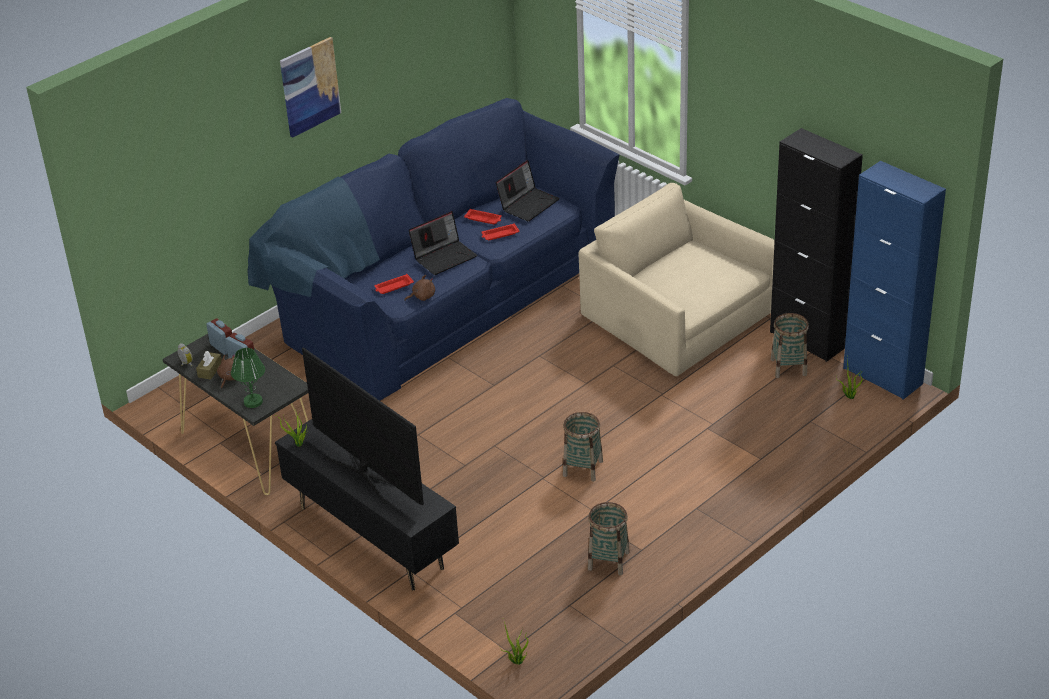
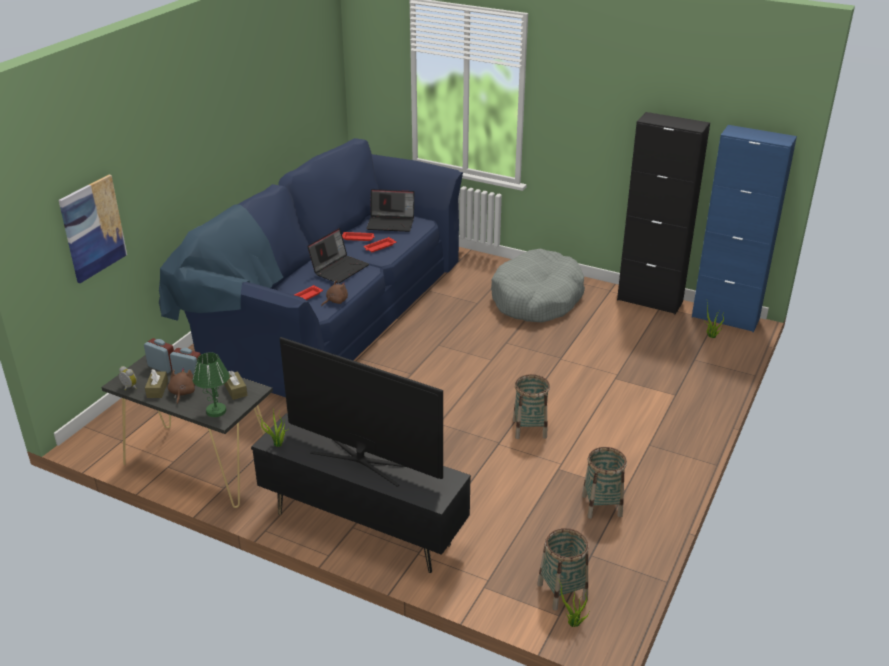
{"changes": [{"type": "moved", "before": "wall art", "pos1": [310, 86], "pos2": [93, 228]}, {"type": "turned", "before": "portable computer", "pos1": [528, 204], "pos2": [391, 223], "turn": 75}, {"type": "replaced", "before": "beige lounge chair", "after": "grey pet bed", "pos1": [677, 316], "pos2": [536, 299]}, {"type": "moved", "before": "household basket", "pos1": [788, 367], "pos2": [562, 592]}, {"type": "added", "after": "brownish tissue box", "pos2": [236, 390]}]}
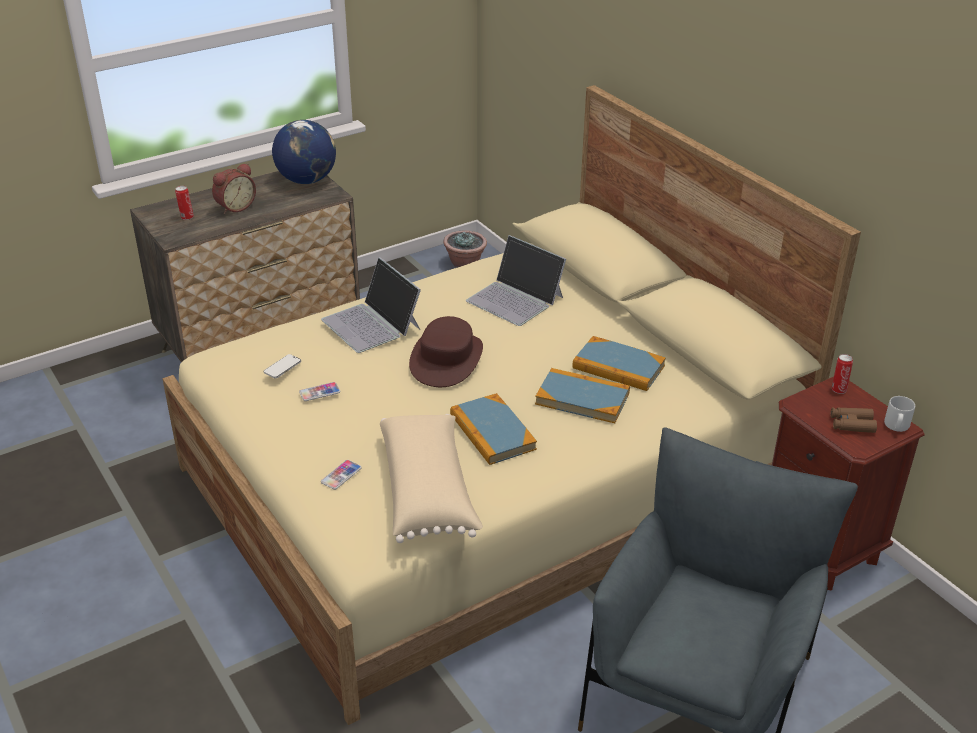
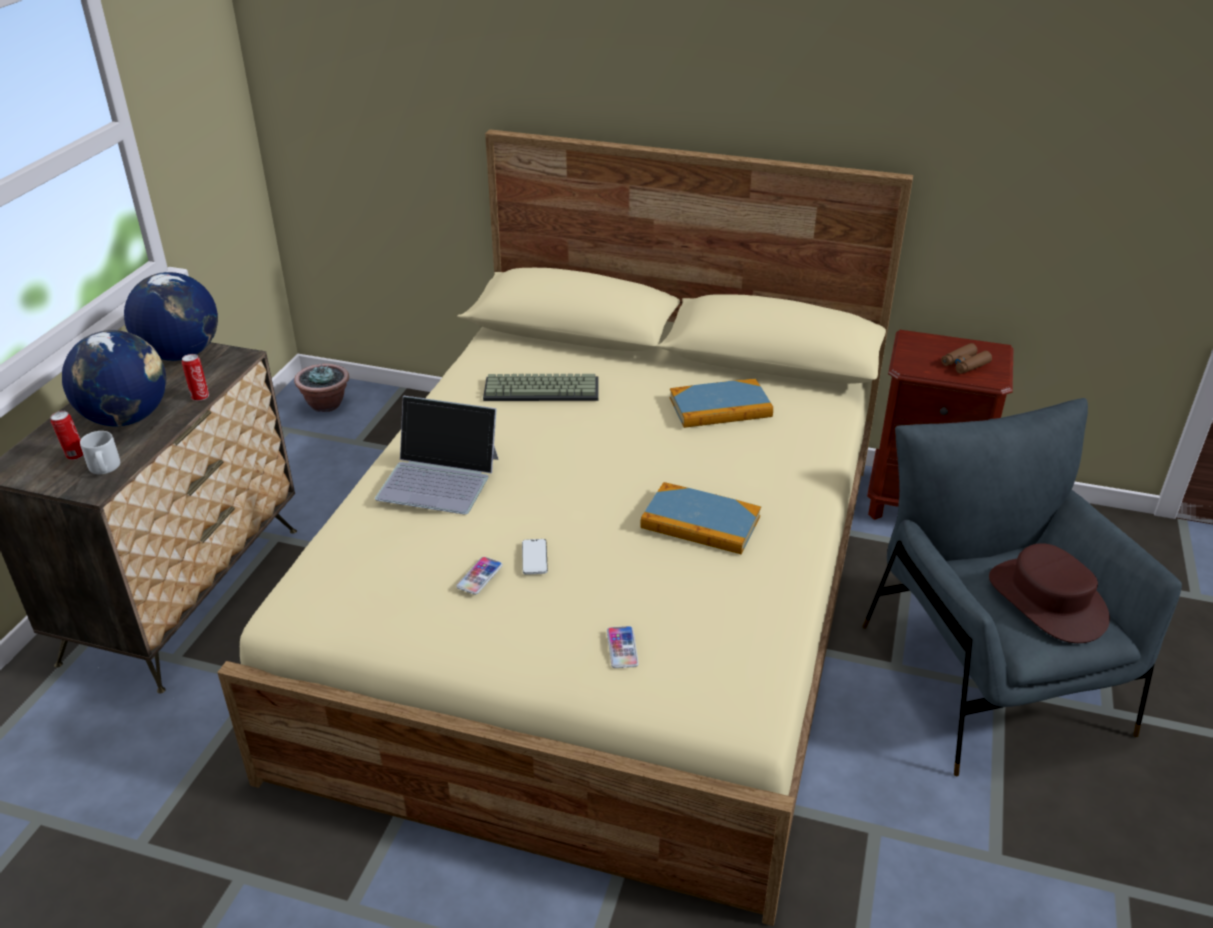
{"changes": [{"type": "replaced", "before": "alarm clock", "after": "desk globe", "pos1": [235, 207], "pos2": [127, 418]}, {"type": "replaced", "before": "portable computer", "after": "keyboard", "pos1": [515, 298], "pos2": [543, 388]}, {"type": "moved", "before": "brownish hat", "pos1": [447, 359], "pos2": [1047, 600]}, {"type": "moved", "before": "telephone", "pos1": [282, 367], "pos2": [534, 558]}, {"type": "moved", "before": "can", "pos1": [838, 389], "pos2": [200, 396]}, {"type": "removed", "before": "bound book", "pos1": [582, 399]}, {"type": "moved", "before": "grey coffee mug", "pos1": [896, 426], "pos2": [105, 468]}, {"type": "removed", "before": "beige throw pillow", "pos1": [428, 491]}]}
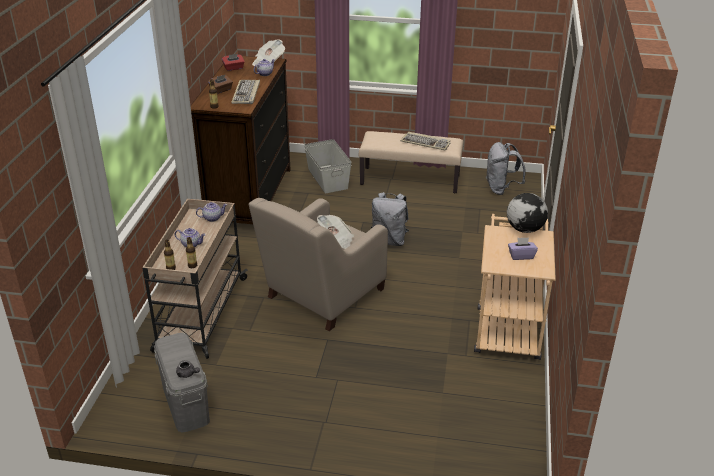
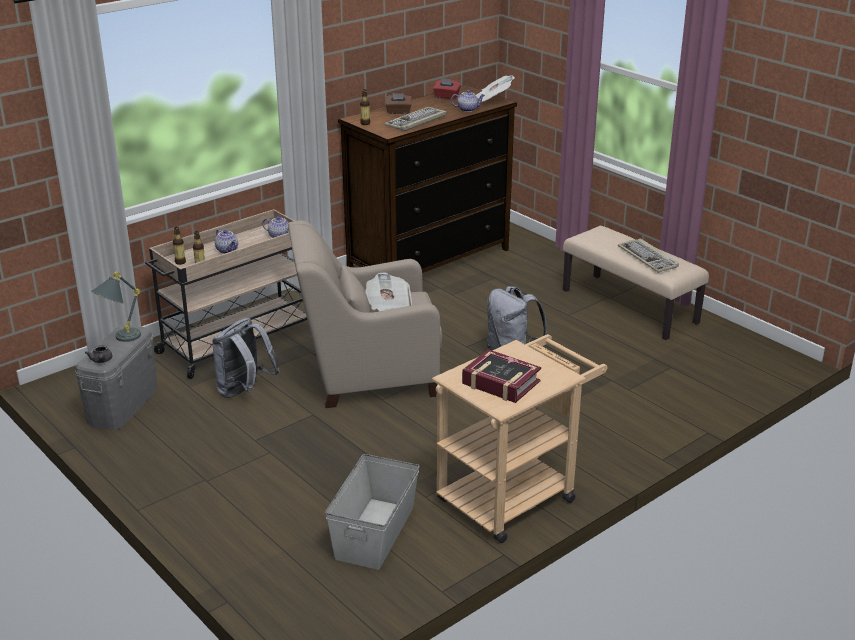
{"changes": [{"type": "moved", "before": "grey storage box", "pos1": [327, 179], "pos2": [374, 533]}, {"type": "moved", "before": "grey rucksack", "pos1": [501, 189], "pos2": [244, 391]}, {"type": "removed", "before": "desk globe", "pos1": [524, 229]}, {"type": "replaced", "before": "purplish tissue box", "after": "bound book", "pos1": [521, 256], "pos2": [500, 383]}, {"type": "added", "after": "grey table lamp", "pos2": [120, 339]}]}
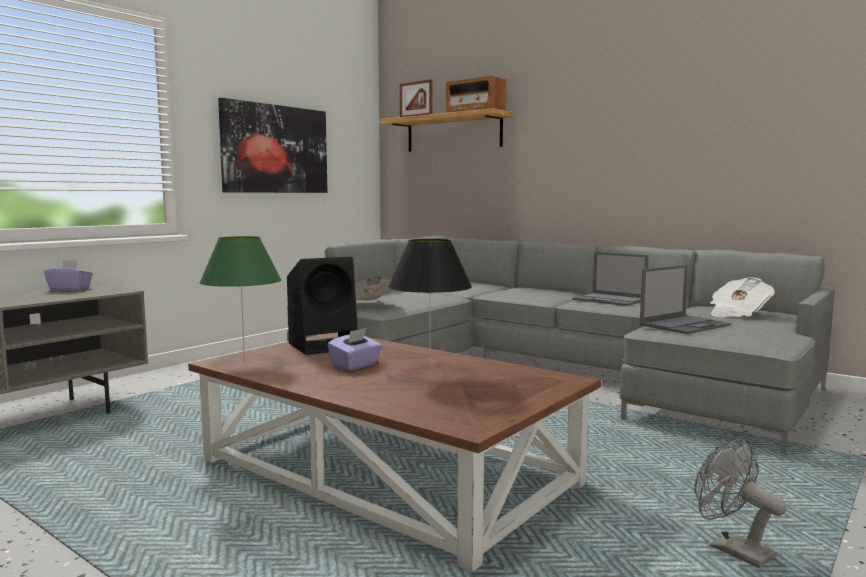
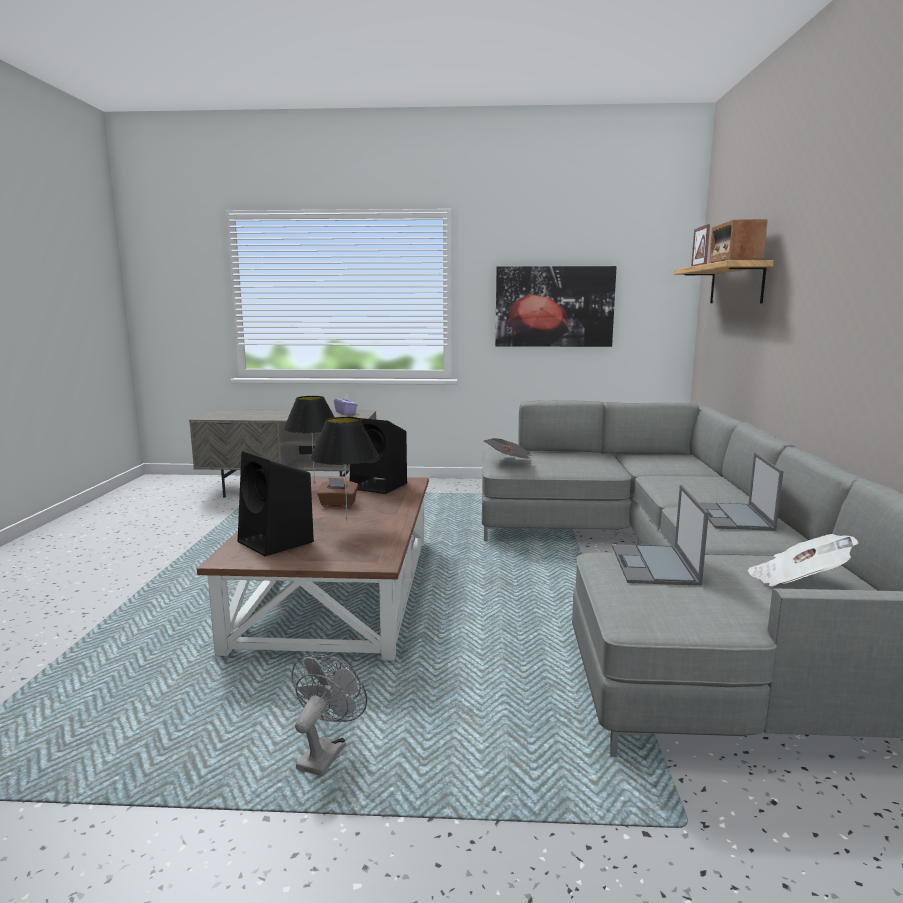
{"changes": [{"type": "recoloured", "before": "greenish table lamp", "after": "blackish table lamp", "pos1": [244, 361], "pos2": [314, 483]}, {"type": "turned", "before": "portable computer", "pos1": [685, 325], "pos2": [654, 565], "turn": 75}, {"type": "recoloured", "before": "purplish tissue box", "after": "brownish tissue box", "pos1": [355, 365], "pos2": [338, 504]}, {"type": "added", "after": "blackish speaker", "pos2": [277, 542]}]}
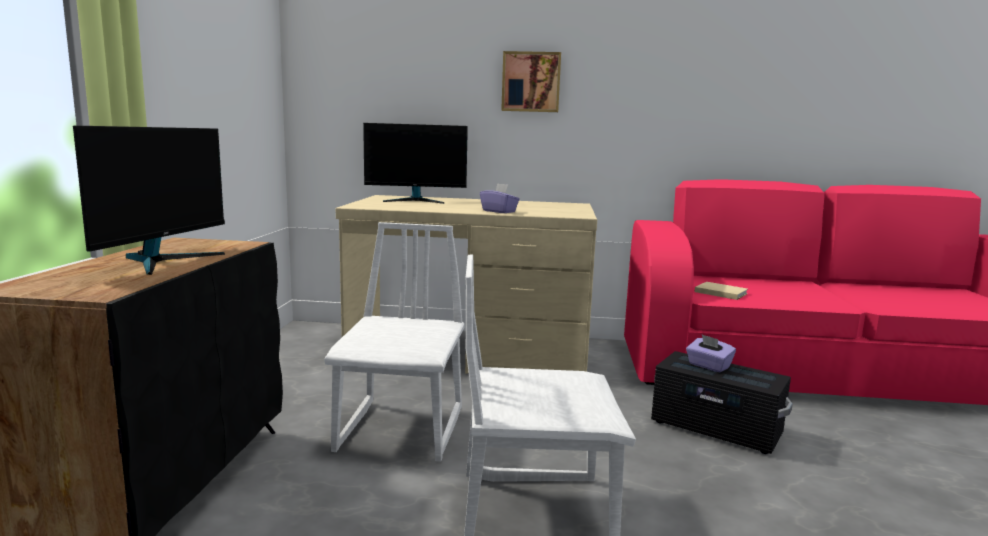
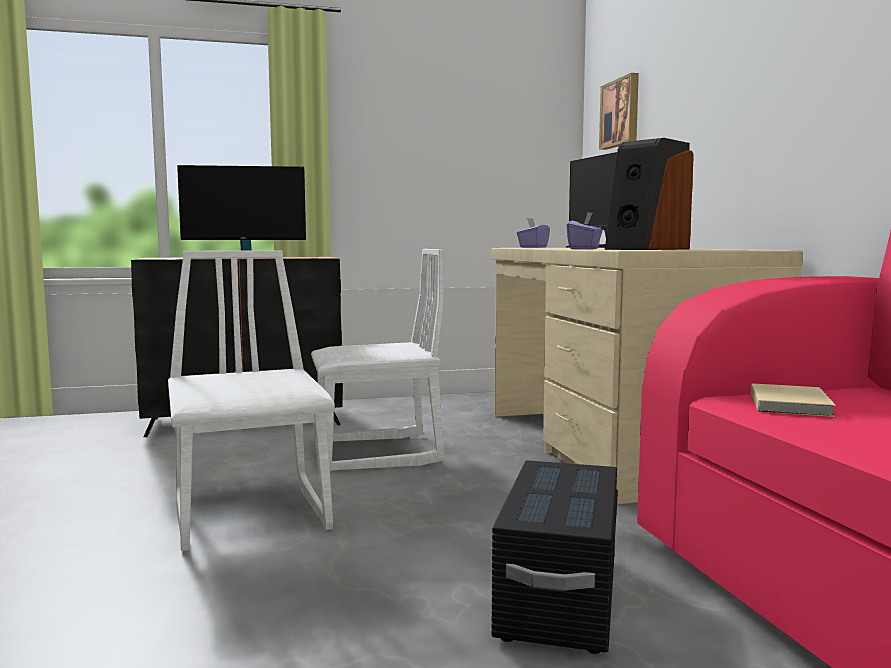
{"changes": [{"type": "moved", "before": "wall art", "pos1": [531, 82], "pos2": [621, 113]}, {"type": "moved", "before": "purplish tissue box", "pos1": [708, 366], "pos2": [533, 247]}, {"type": "added", "after": "speaker", "pos2": [646, 249]}]}
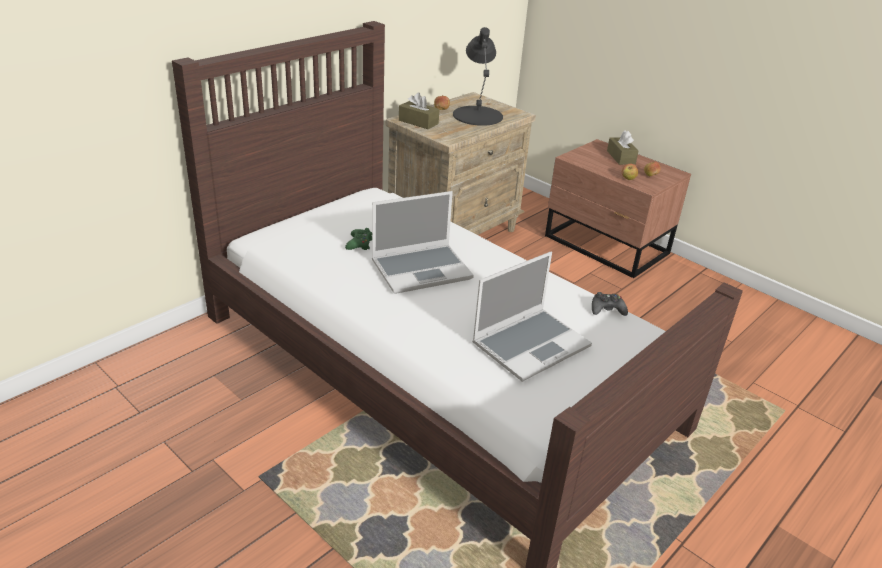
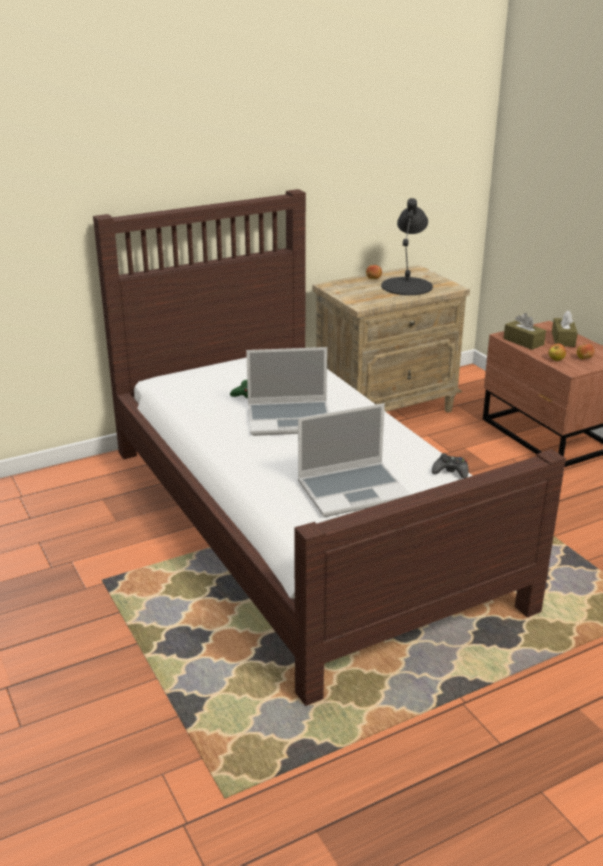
{"changes": [{"type": "moved", "before": "brownish tissue box", "pos1": [418, 122], "pos2": [523, 342]}]}
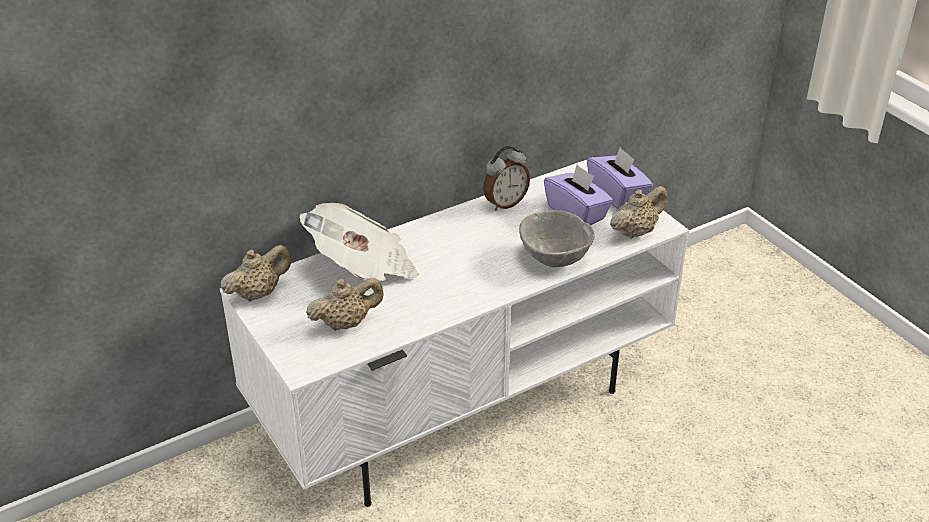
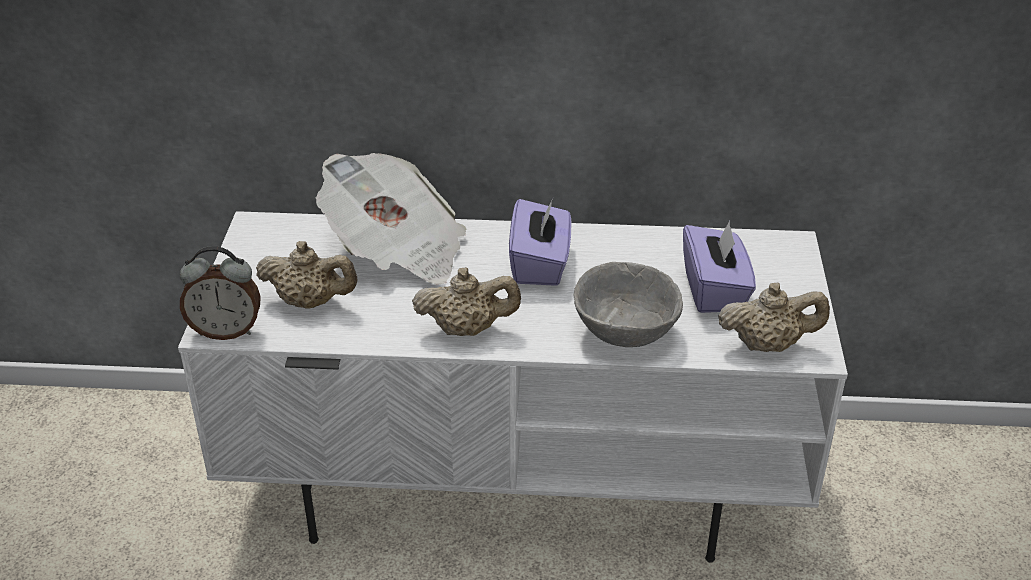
{"changes": [{"type": "moved", "before": "alarm clock", "pos1": [505, 203], "pos2": [226, 331]}, {"type": "moved", "before": "purplish tissue box", "pos1": [617, 195], "pos2": [540, 264]}, {"type": "moved", "before": "beige pot for tea", "pos1": [258, 293], "pos2": [467, 329]}]}
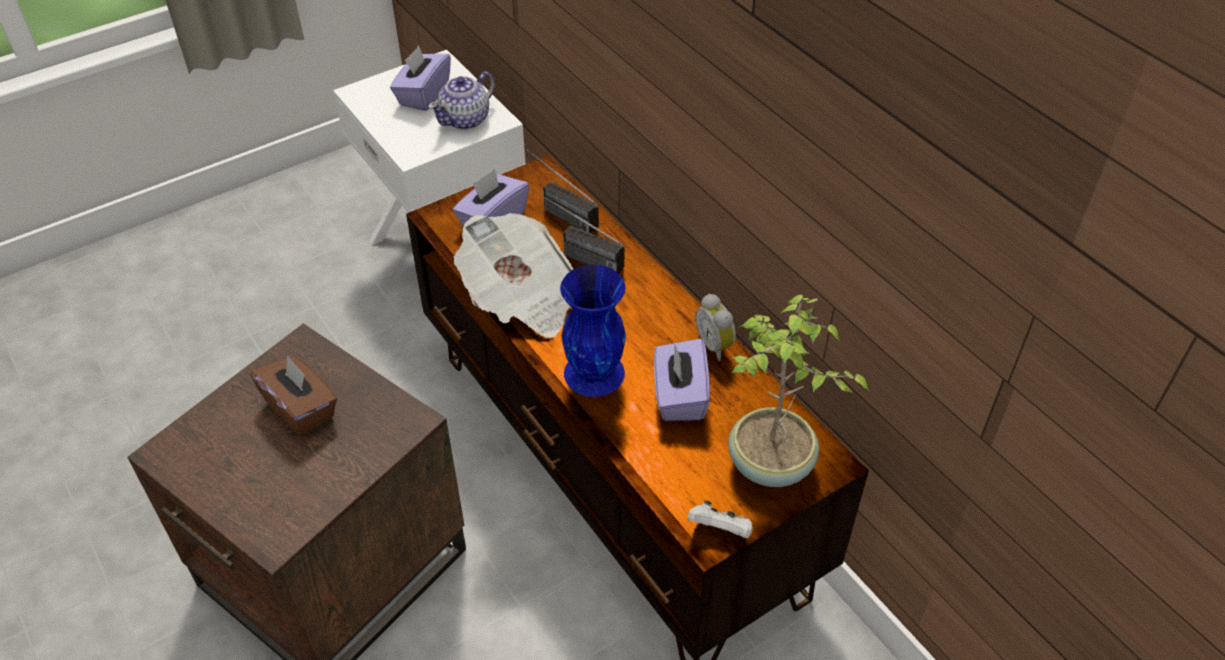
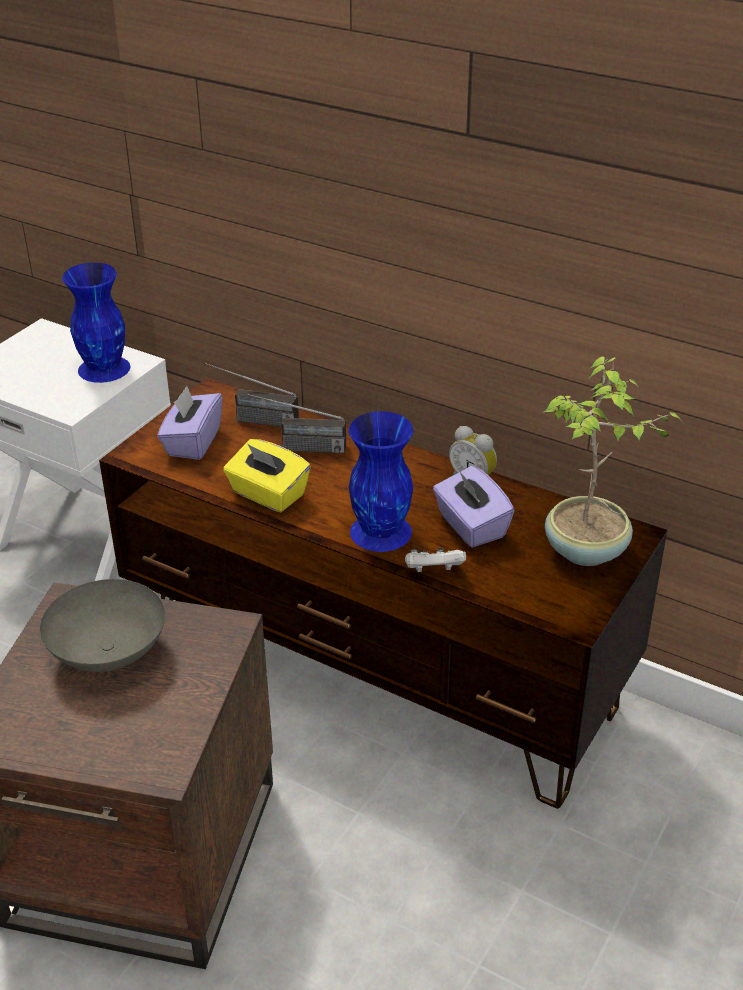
{"changes": [{"type": "removed", "before": "purplish tissue box", "pos1": [423, 95]}, {"type": "replaced", "before": "pot for tea", "after": "bluish vase", "pos1": [466, 119], "pos2": [105, 368]}, {"type": "replaced", "before": "daily paper", "after": "yellowish tissue box", "pos1": [521, 298], "pos2": [268, 494]}, {"type": "replaced", "before": "brownish tissue box", "after": "grey deep dish", "pos1": [301, 409], "pos2": [107, 653]}, {"type": "moved", "before": "white-coloured joypad", "pos1": [720, 530], "pos2": [433, 572]}]}
